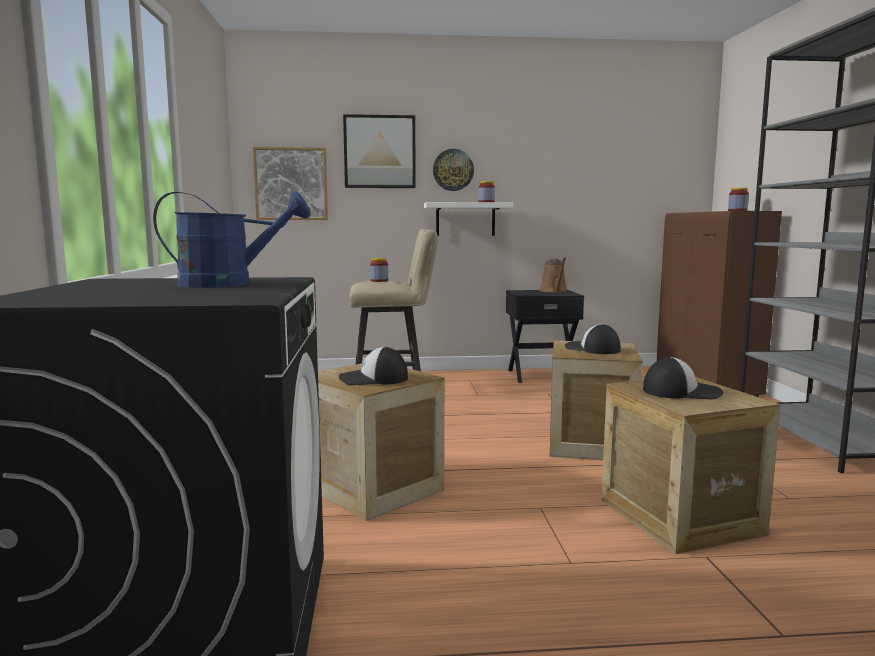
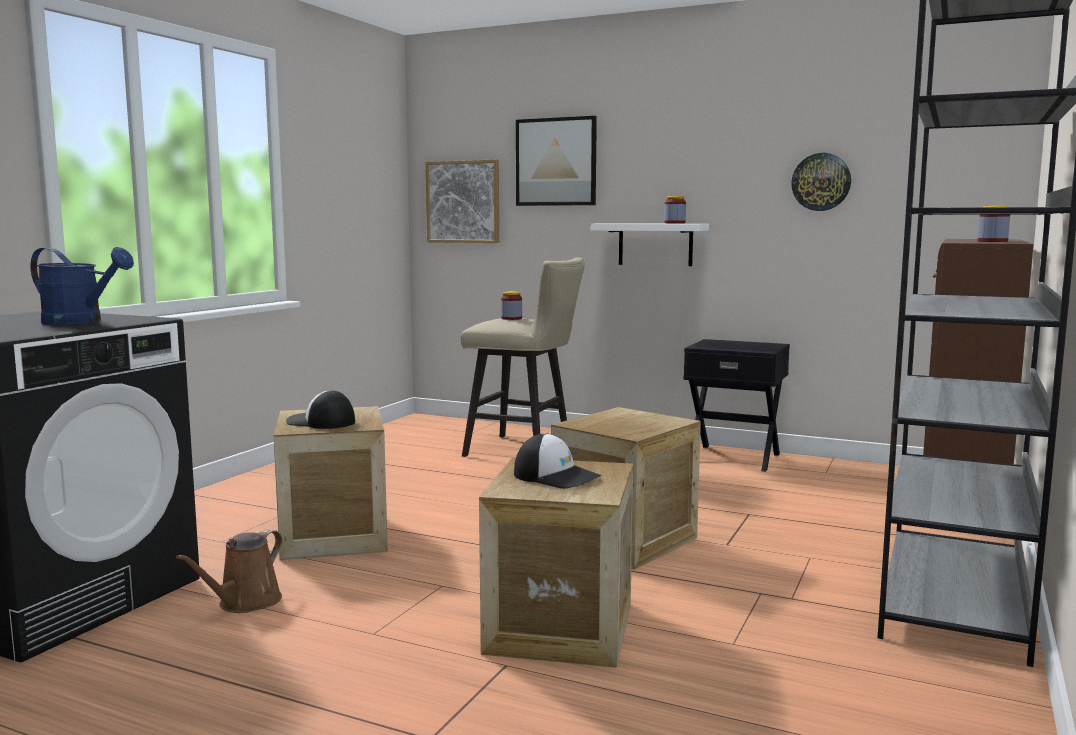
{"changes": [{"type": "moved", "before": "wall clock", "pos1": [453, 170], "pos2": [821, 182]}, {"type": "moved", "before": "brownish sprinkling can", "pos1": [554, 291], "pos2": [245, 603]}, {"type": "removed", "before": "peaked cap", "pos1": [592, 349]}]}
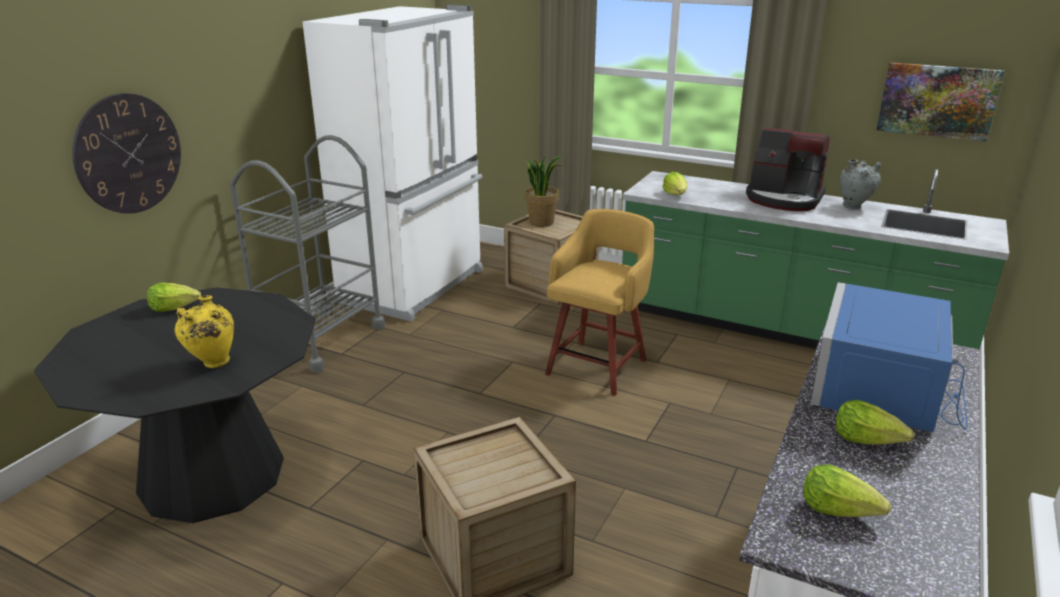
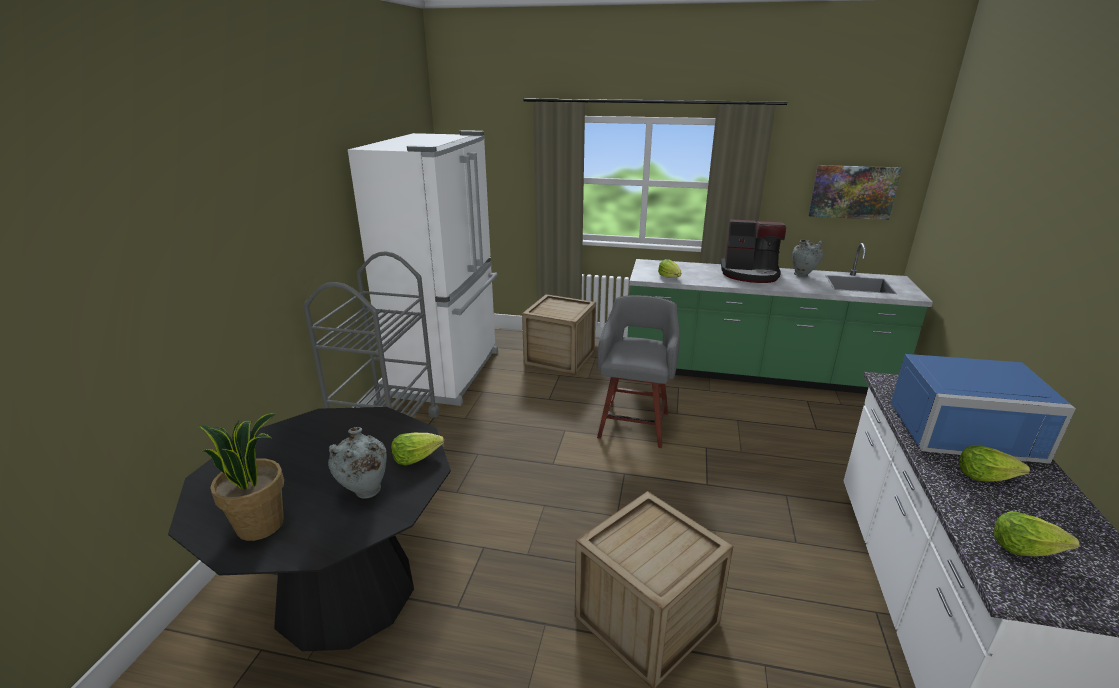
{"changes": [{"type": "removed", "before": "wall clock", "pos1": [128, 154]}, {"type": "moved", "before": "plant in a pot", "pos1": [541, 222], "pos2": [261, 524]}, {"type": "recoloured", "before": "yellowish stool seat", "after": "grey stool seat", "pos1": [598, 366], "pos2": [634, 423]}, {"type": "turned", "before": "bluish kitchen microwave", "pos1": [886, 391], "pos2": [959, 429], "turn": -90}, {"type": "moved", "before": "lettuce head", "pos1": [174, 308], "pos2": [416, 457]}, {"type": "recoloured", "before": "yellowish vase", "after": "grey vase", "pos1": [212, 364], "pos2": [364, 493]}]}
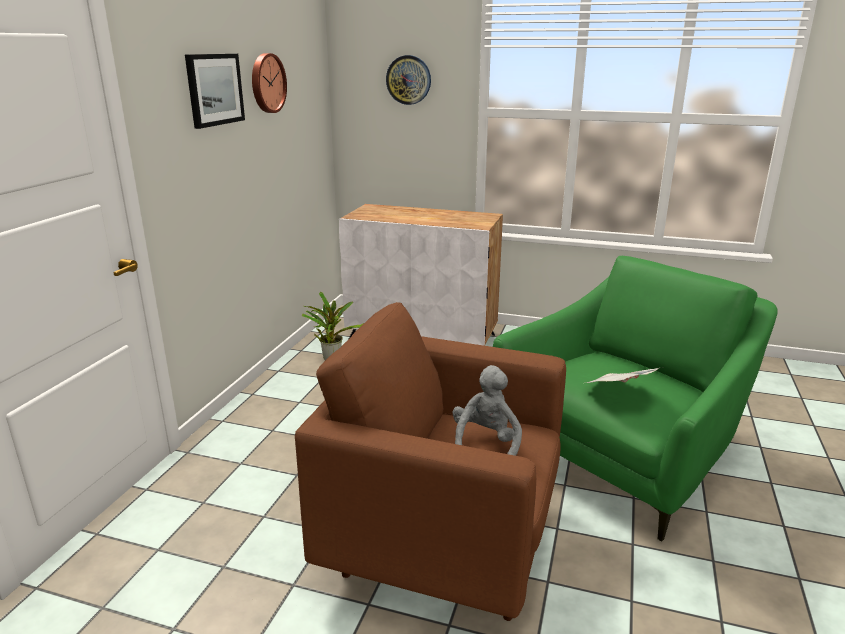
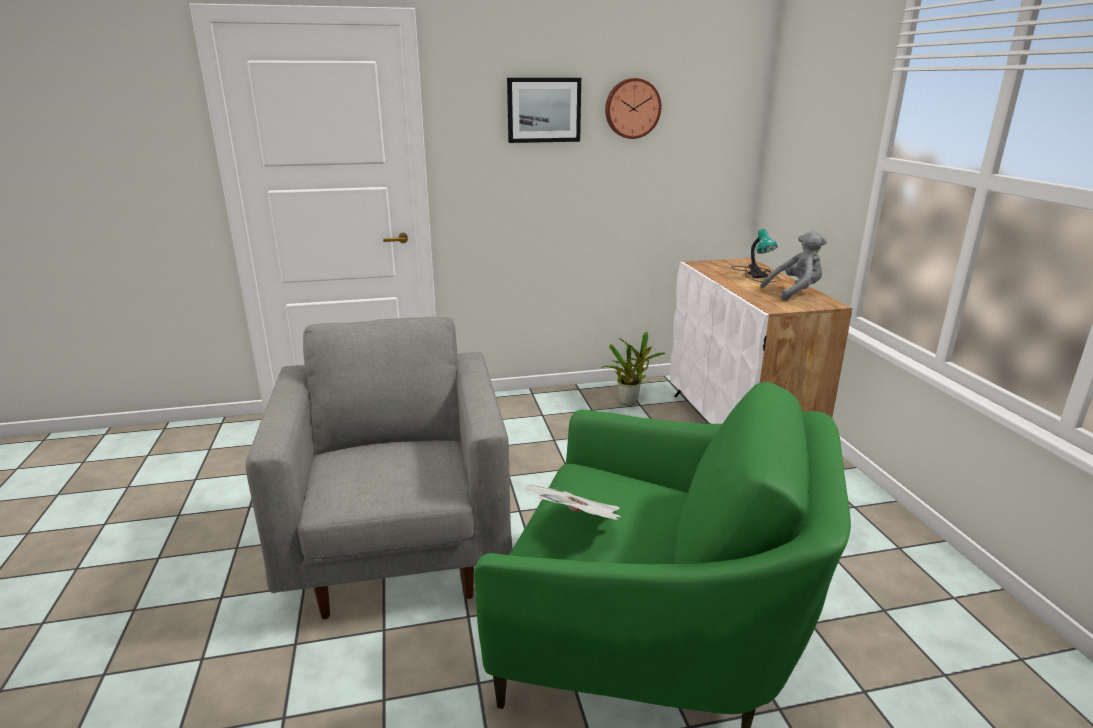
{"changes": [{"type": "removed", "before": "wall clock", "pos1": [408, 80]}, {"type": "recoloured", "before": "brownish lounge chair", "after": "grey lounge chair", "pos1": [442, 545], "pos2": [399, 551]}, {"type": "moved", "before": "grey cuddly toy", "pos1": [485, 444], "pos2": [794, 292]}, {"type": "added", "after": "table lamp", "pos2": [756, 274]}]}
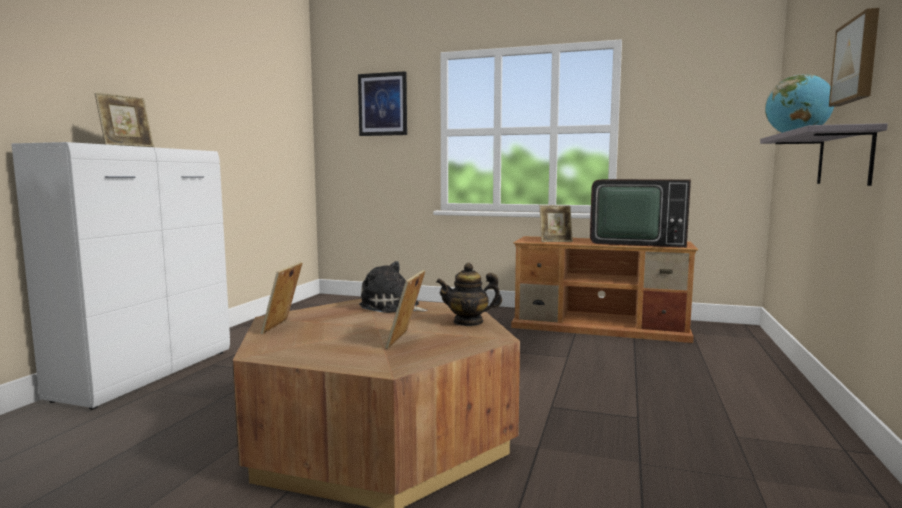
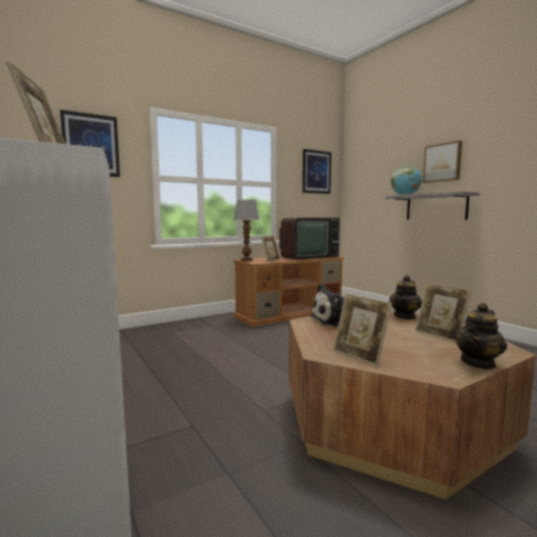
{"changes": [{"type": "added", "after": "wall art", "pos2": [316, 172]}, {"type": "added", "after": "table lamp", "pos2": [246, 260]}, {"type": "added", "after": "pot for tea", "pos2": [478, 363]}]}
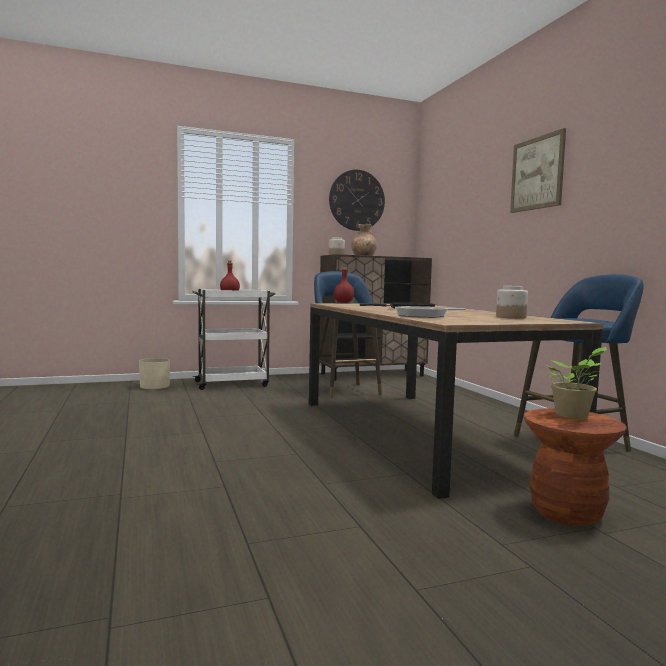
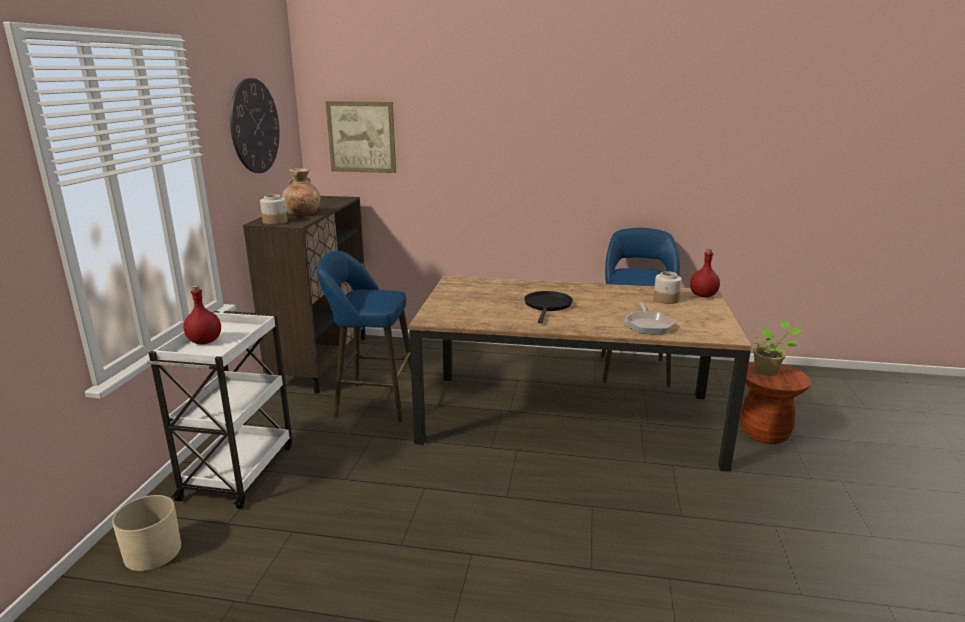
{"changes": [{"type": "moved", "before": "wall art", "pos1": [537, 173], "pos2": [361, 137]}, {"type": "moved", "before": "reddish drink bottle", "pos1": [344, 302], "pos2": [703, 295]}]}
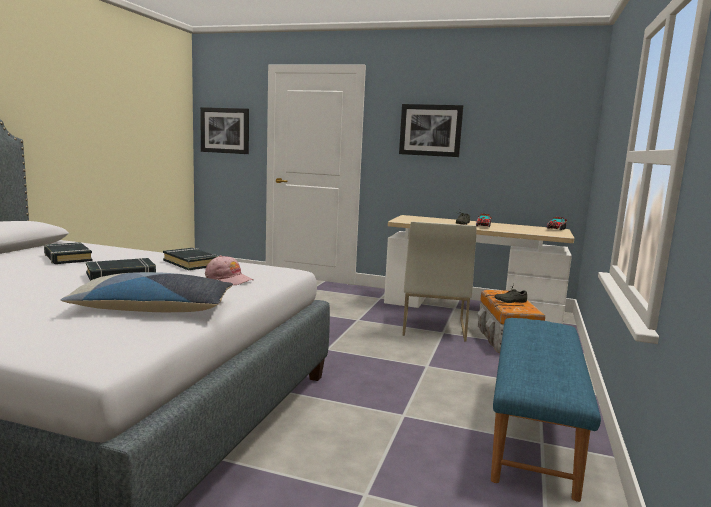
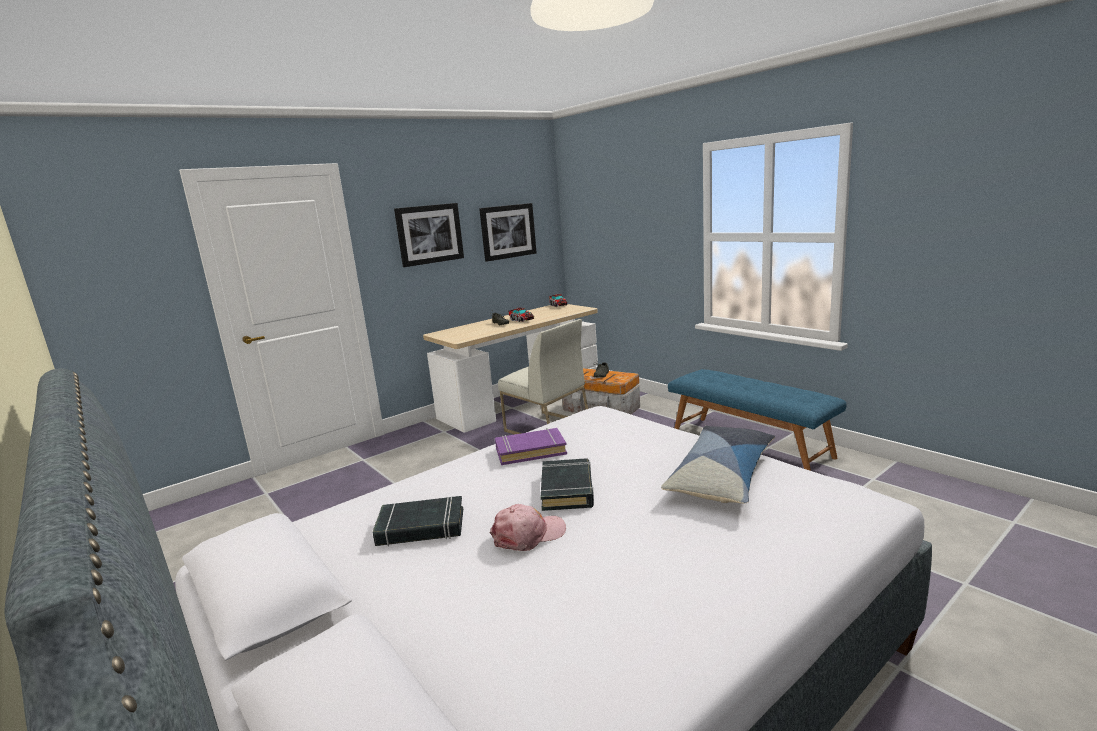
{"changes": [{"type": "moved", "before": "wall art", "pos1": [225, 130], "pos2": [508, 231]}, {"type": "recoloured", "before": "blackish bound book", "after": "purplish bound book", "pos1": [191, 263], "pos2": [530, 451]}, {"type": "moved", "before": "pinkish peaked cap", "pos1": [228, 279], "pos2": [528, 535]}]}
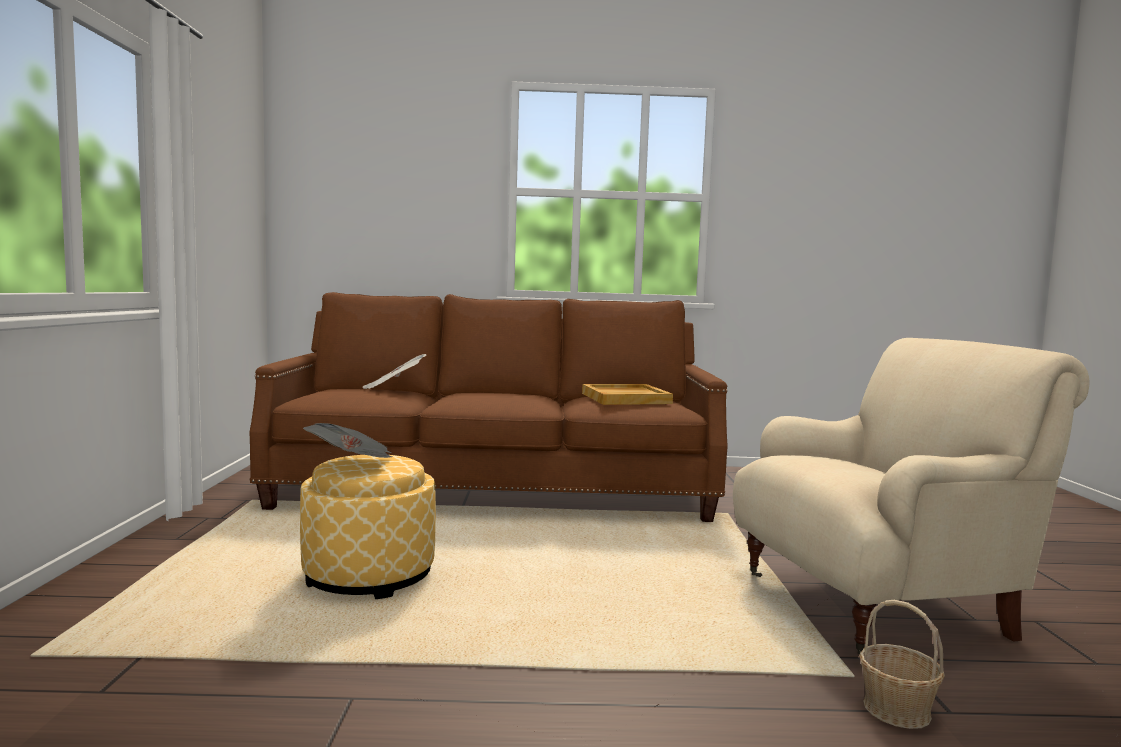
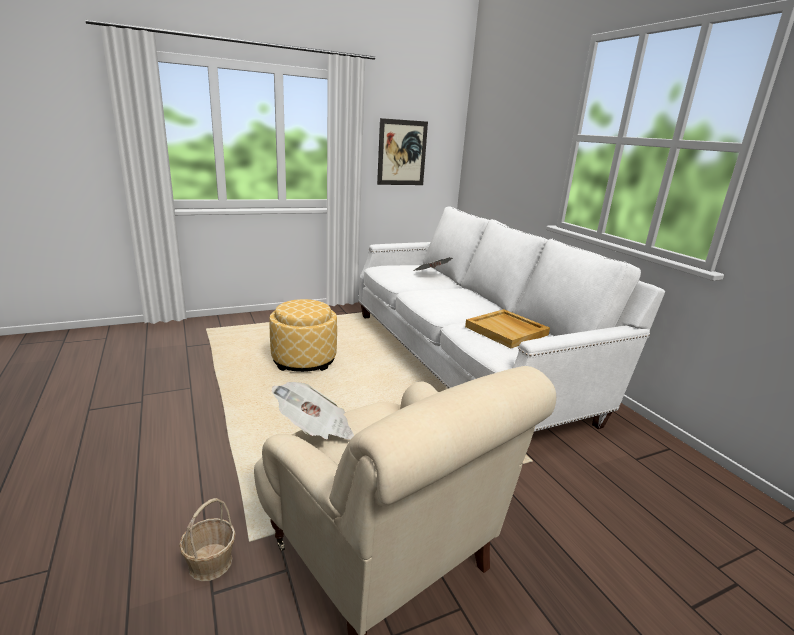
{"changes": [{"type": "recoloured", "before": "brownish sofa", "after": "white-coloured sofa", "pos1": [497, 490], "pos2": [466, 360]}, {"type": "moved", "before": "daily paper", "pos1": [352, 465], "pos2": [315, 430]}, {"type": "added", "after": "wall art", "pos2": [402, 153]}]}
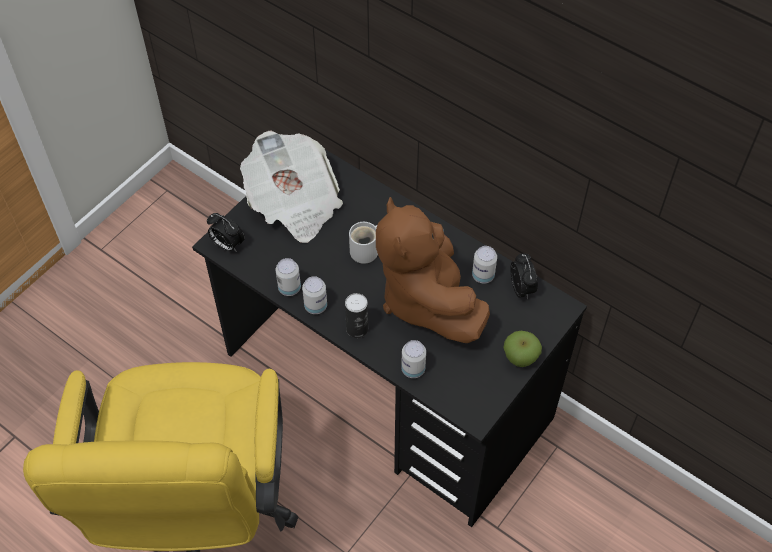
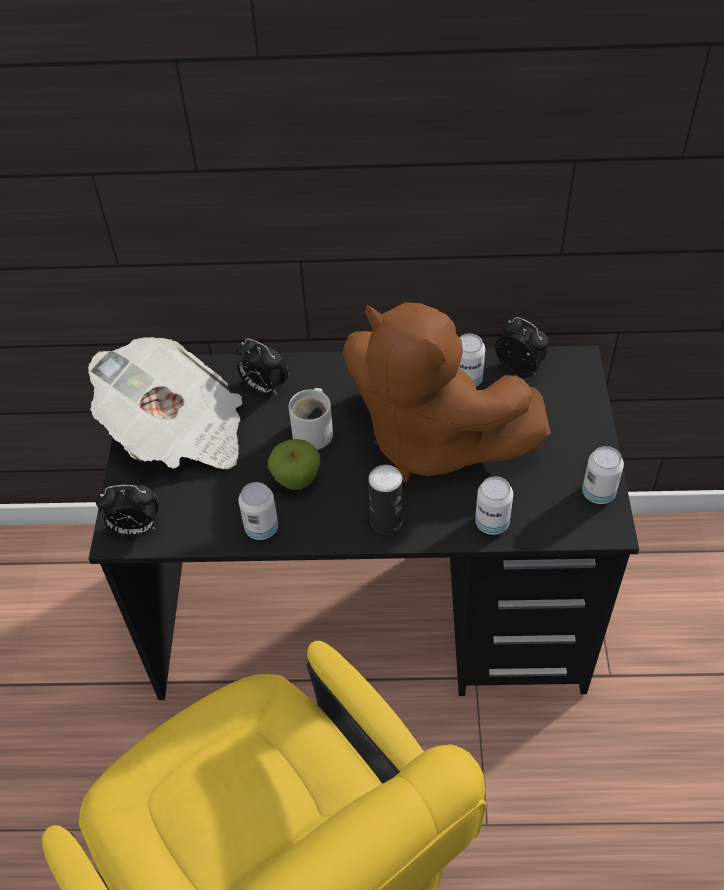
{"changes": [{"type": "moved", "before": "can", "pos1": [315, 306], "pos2": [598, 493]}, {"type": "moved", "before": "apple fruit", "pos1": [520, 358], "pos2": [296, 480]}, {"type": "added", "after": "alarm clock", "pos2": [264, 387]}]}
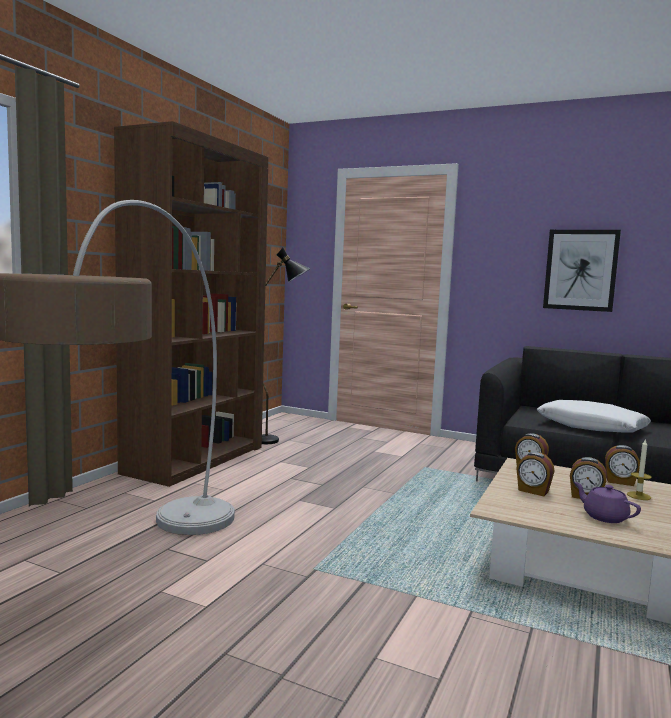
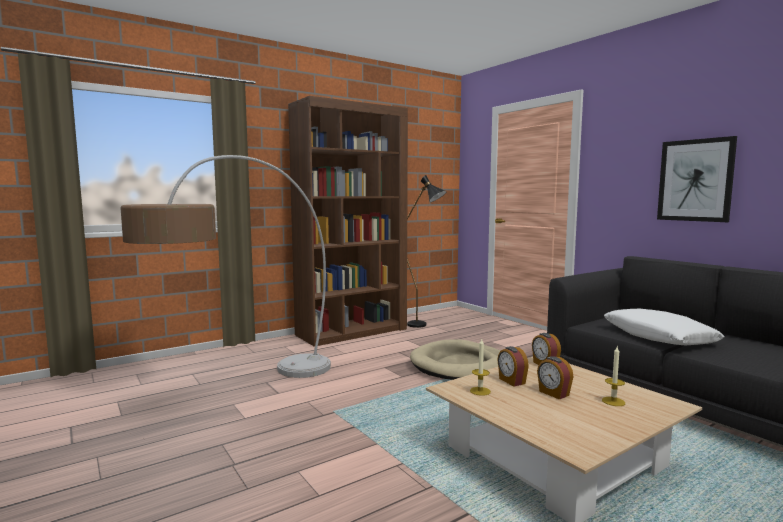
{"changes": [{"type": "removed", "before": "alarm clock", "pos1": [620, 482]}, {"type": "removed", "before": "purplish pot for tea", "pos1": [604, 517]}, {"type": "added", "after": "beige pet bed", "pos2": [460, 365]}, {"type": "added", "after": "wax candle", "pos2": [480, 391]}]}
